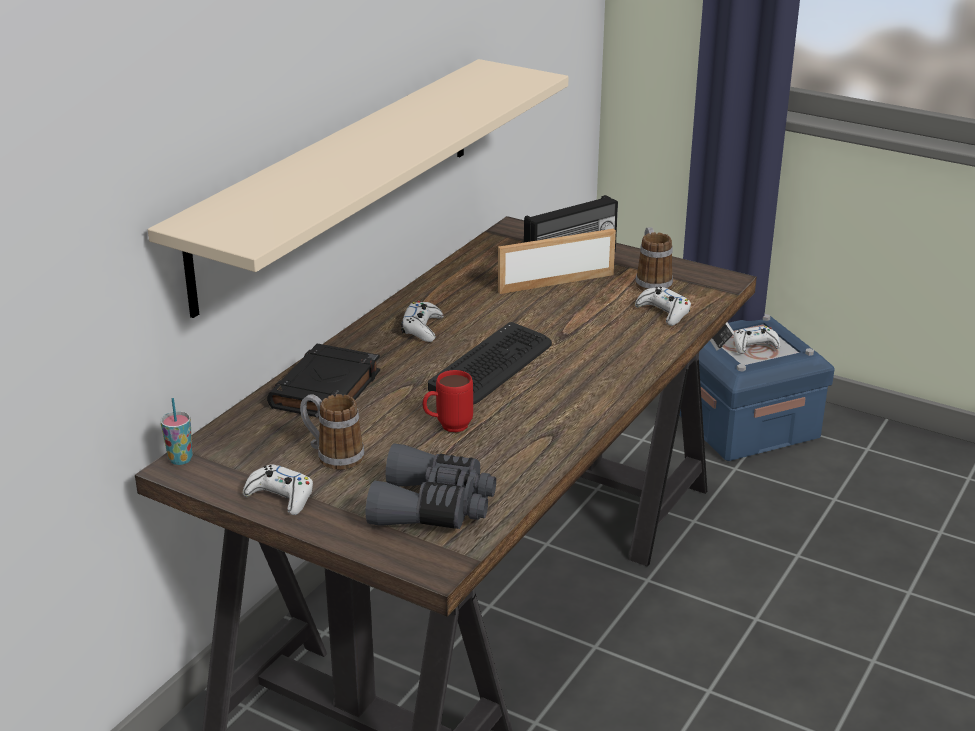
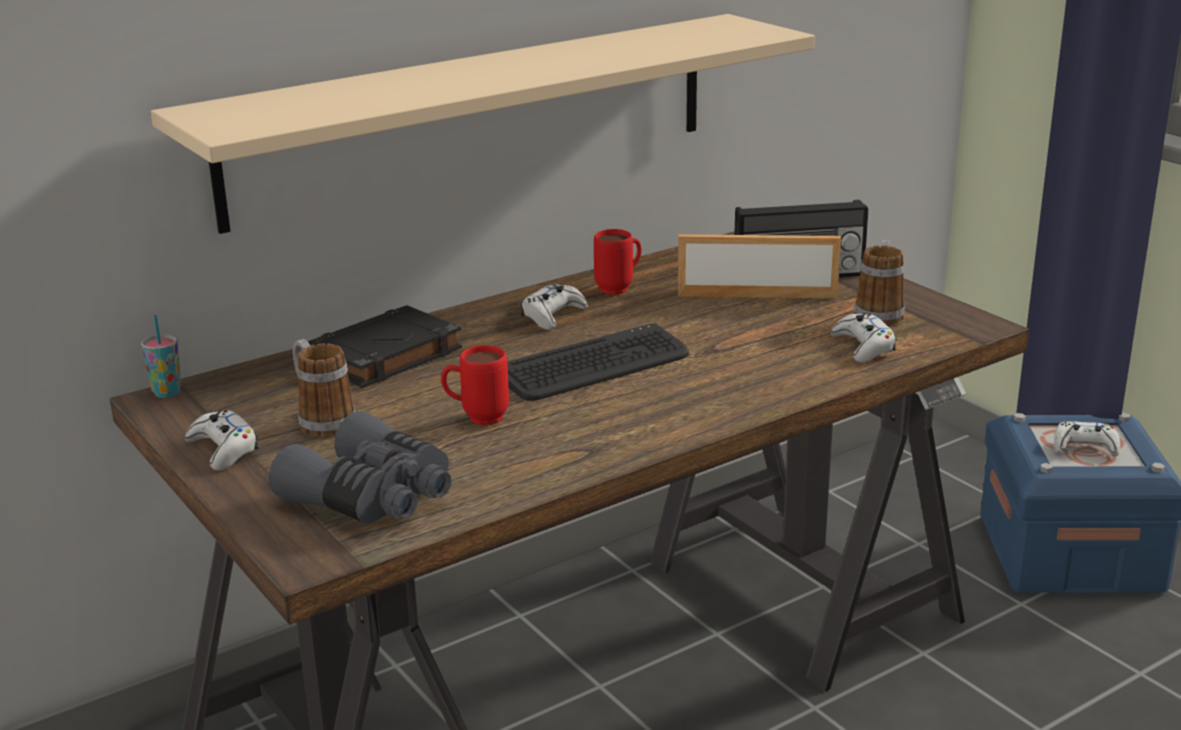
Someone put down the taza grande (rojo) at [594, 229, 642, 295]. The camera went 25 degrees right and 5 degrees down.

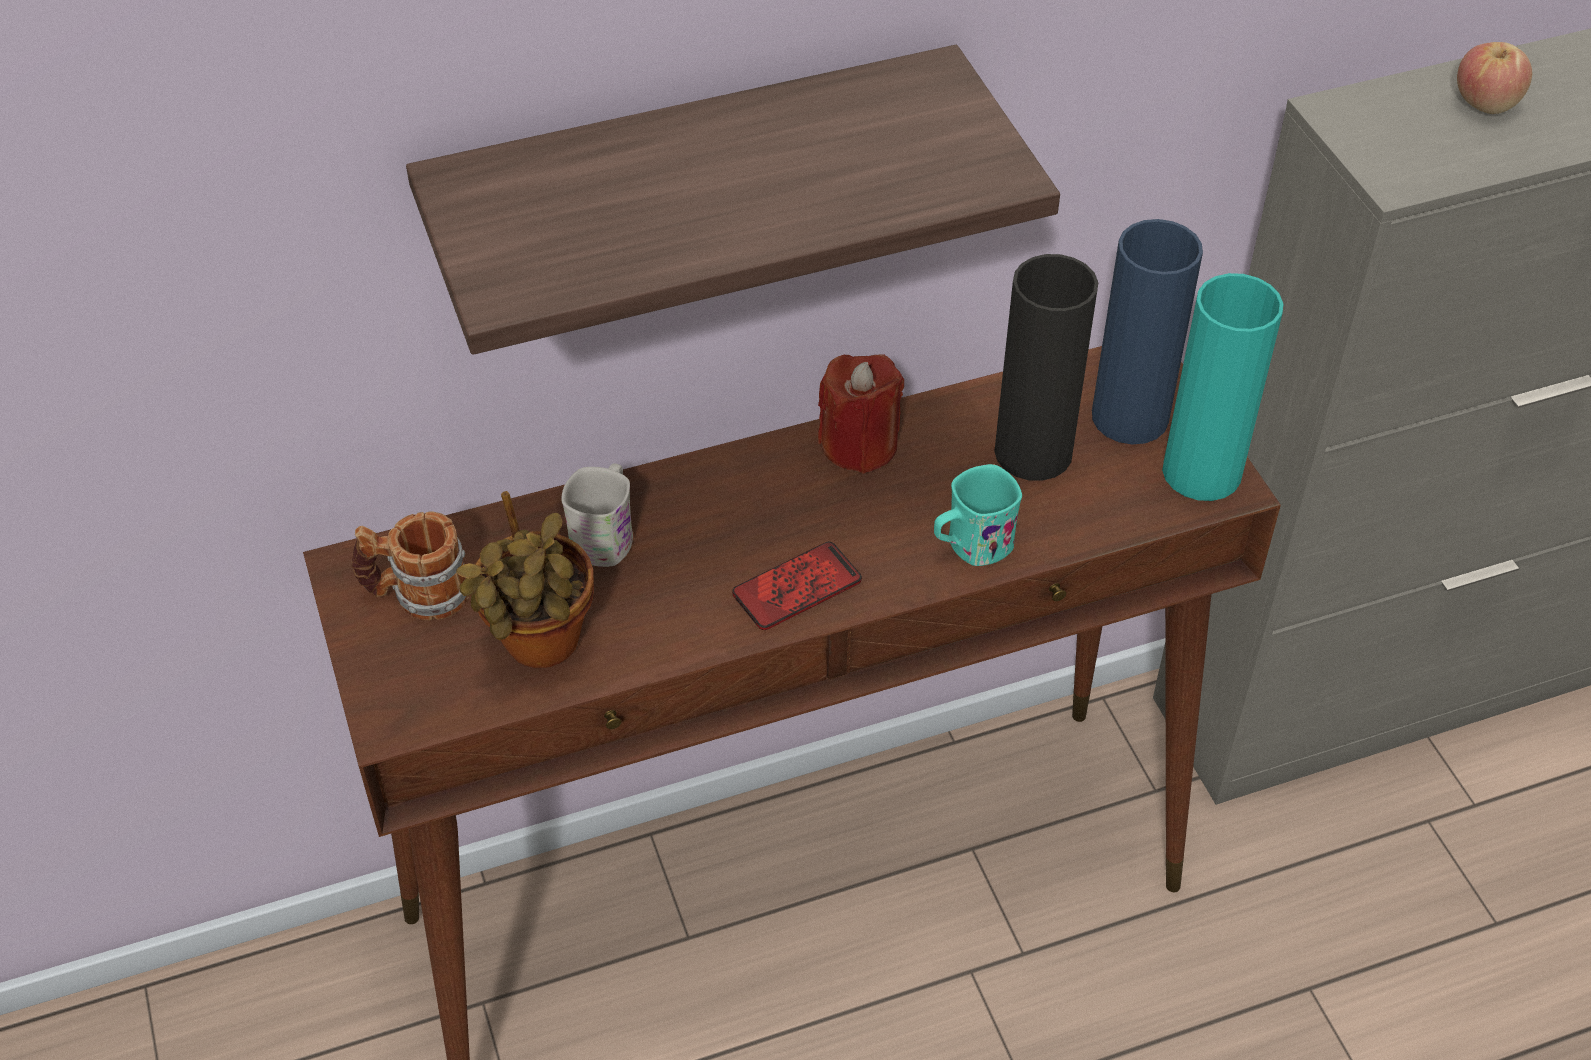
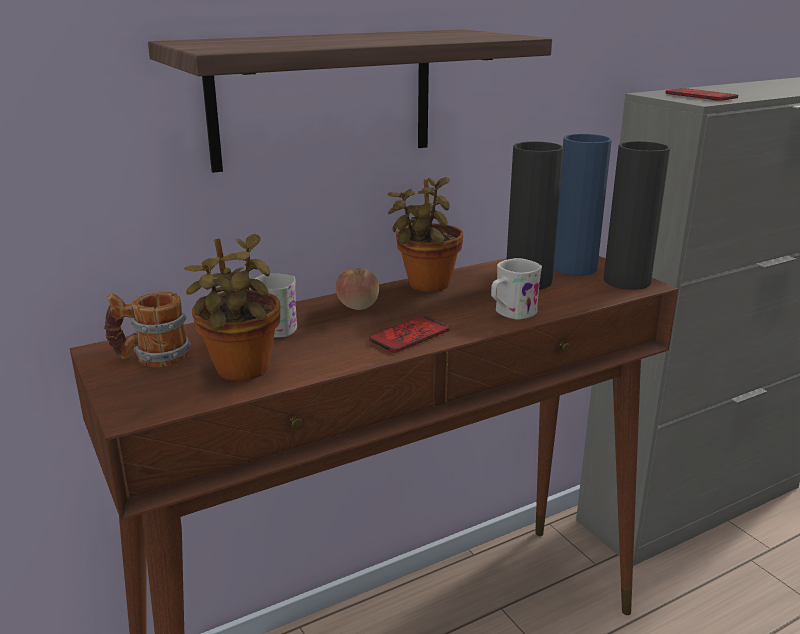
Someone carried the manzana from [1457, 42, 1532, 114] to [336, 268, 379, 310]. Someone repainted the florero (turquesa) at [1162, 273, 1283, 501], which became the florero (negro) at [603, 141, 670, 290]. Someone swapped the vela (rojo) at [818, 354, 904, 474] for the planta en maceta at [388, 177, 463, 292]. Someone repainted the taza grande (turquesa) at [934, 464, 1022, 566], which became the taza grande (blanco) at [491, 258, 542, 320]. Someone put down the móvil at [665, 88, 738, 101]. The camera went 10 degrees left and 25 degrees down.

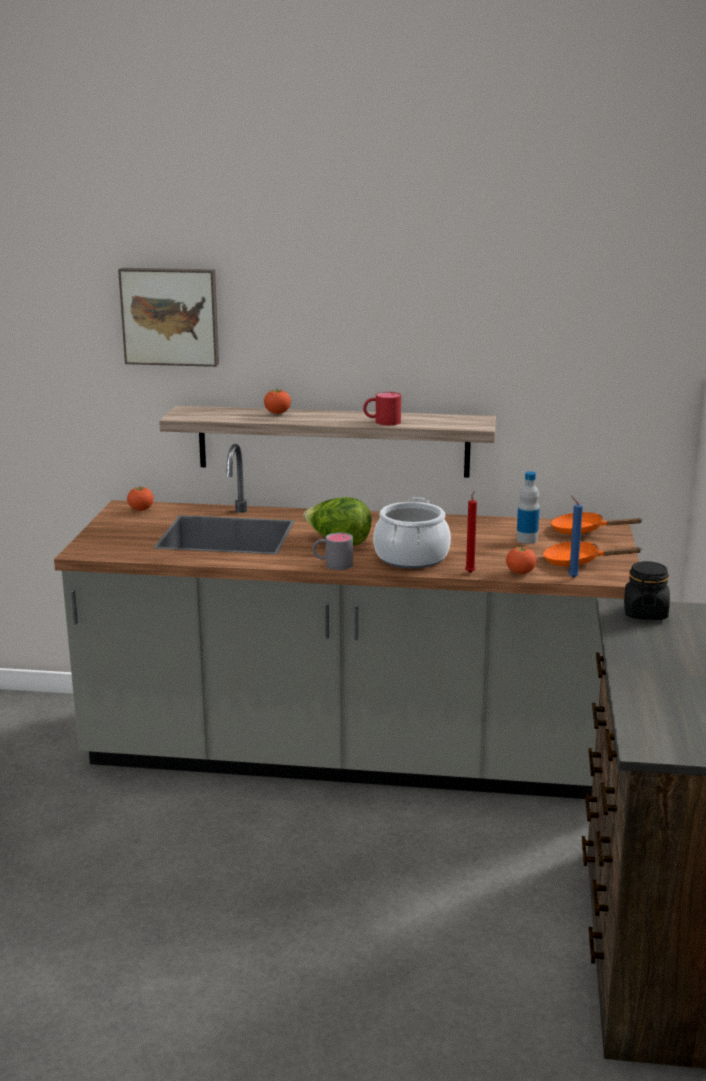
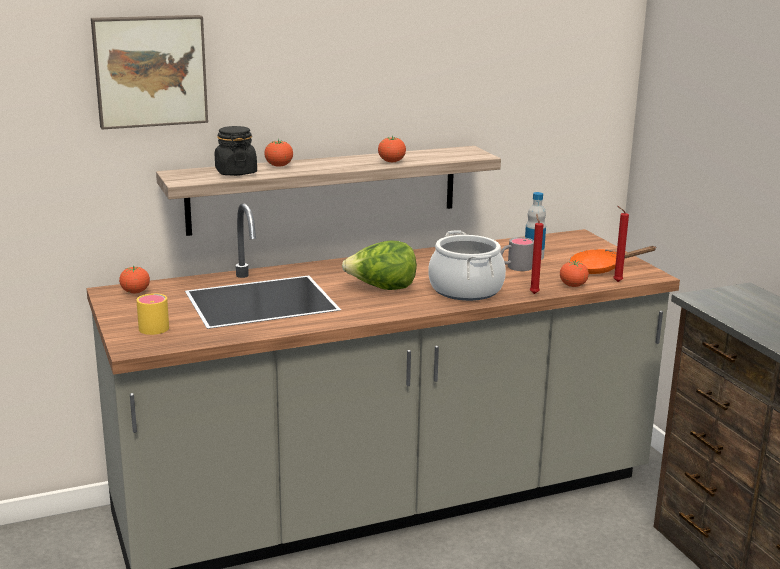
Someone swapped the taza grande (rojo) at [363, 392, 401, 425] for the tomate at [378, 135, 406, 162]. Someone repainted the vela (azul) at [568, 496, 583, 578], which became the vela (rojo) at [613, 206, 629, 282]. Someone took away the sartén (naranja) at [551, 512, 643, 534]. Someone carried the taza grande (gris) from [312, 532, 353, 570] to [500, 237, 534, 271]. Someone carried the tarro (negro) from [624, 561, 670, 620] to [215, 126, 257, 176]. Someone put down the taza grande (amarillo) at [136, 293, 169, 335]. The camera went 30 degrees left and 0 degrees up.

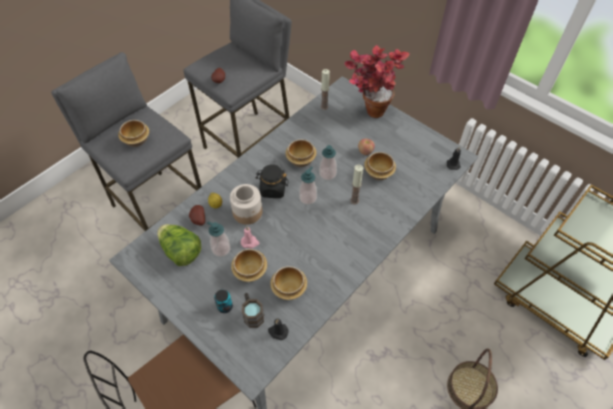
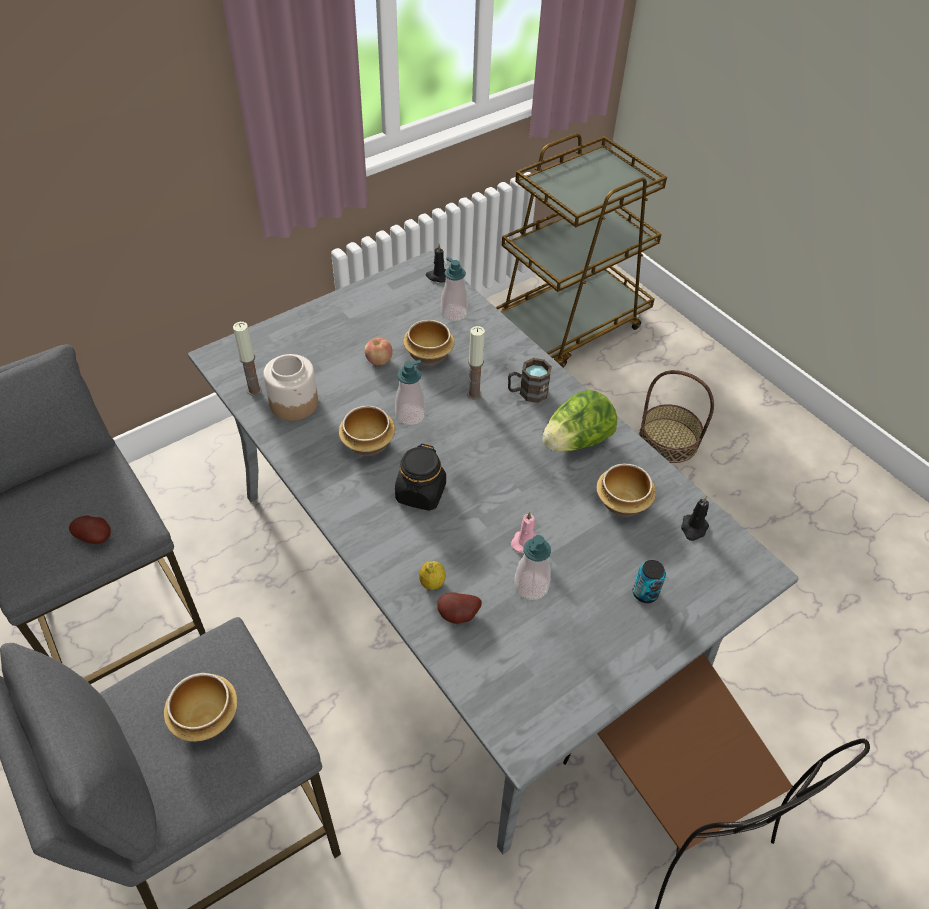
Someone took away the planta en maceta at [344, 45, 410, 118]. Someone carried the dispensador de jabón from [299, 166, 317, 205] to [441, 257, 468, 321]. Someone carried the tarro from [230, 184, 262, 225] to [263, 354, 318, 421]. Someone carried the lechuga from [157, 224, 201, 266] to [542, 390, 617, 452]. Someone took away the cuenco at [231, 249, 267, 282]. Someone carried the taza grande (marrón) from [242, 293, 264, 328] to [508, 358, 552, 403]. The camera went 80 degrees left and 5 degrees down.

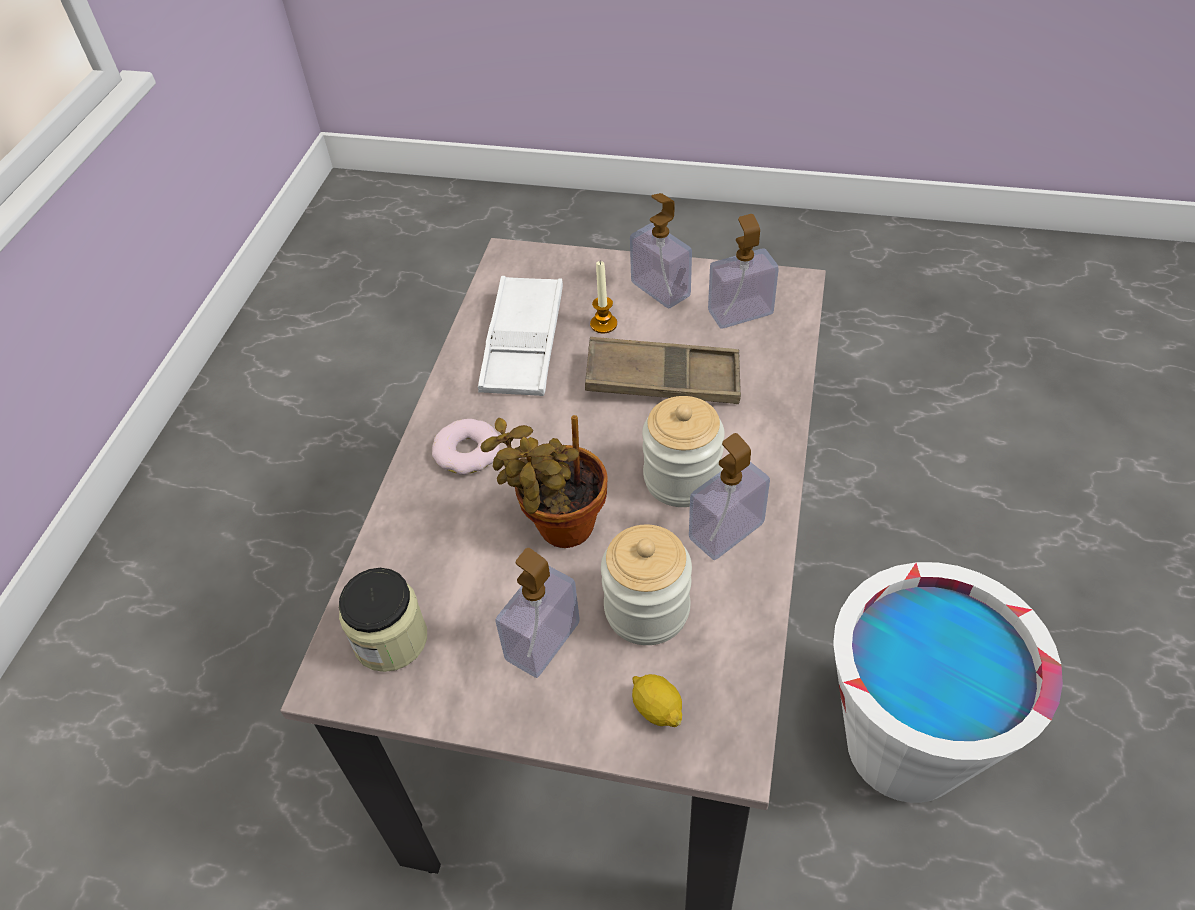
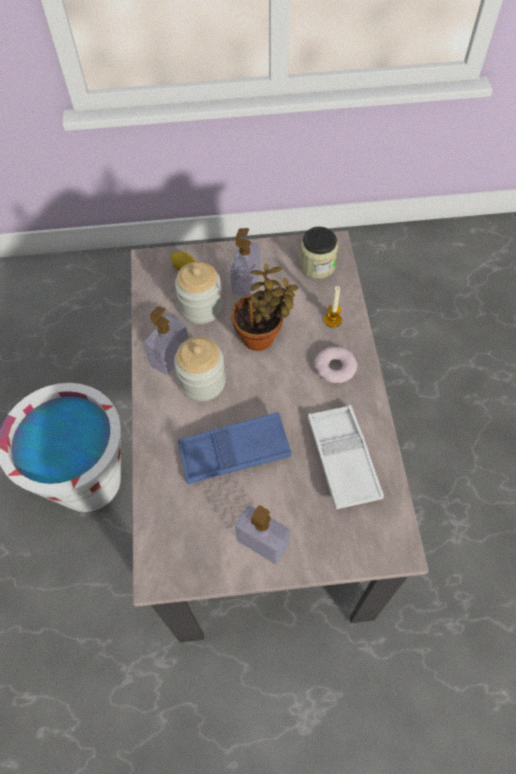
Someone took away the dispensador de jabón at [708, 214, 779, 329]. Someone carried the vela from [590, 261, 617, 333] to [324, 286, 342, 328]. Someone repainted the bandeja (marrón) at [585, 337, 741, 404], which became the bandeja (azul) at [178, 412, 291, 484]. The camera went 160 degrees right and 10 degrees up.

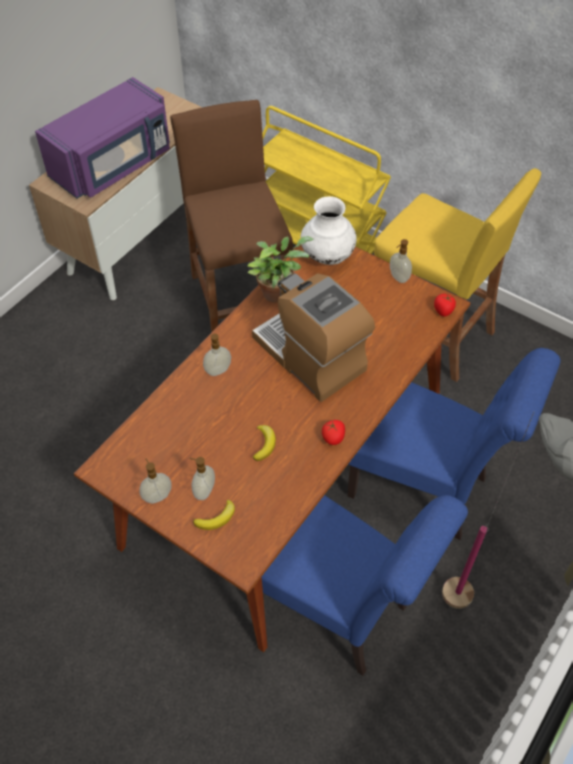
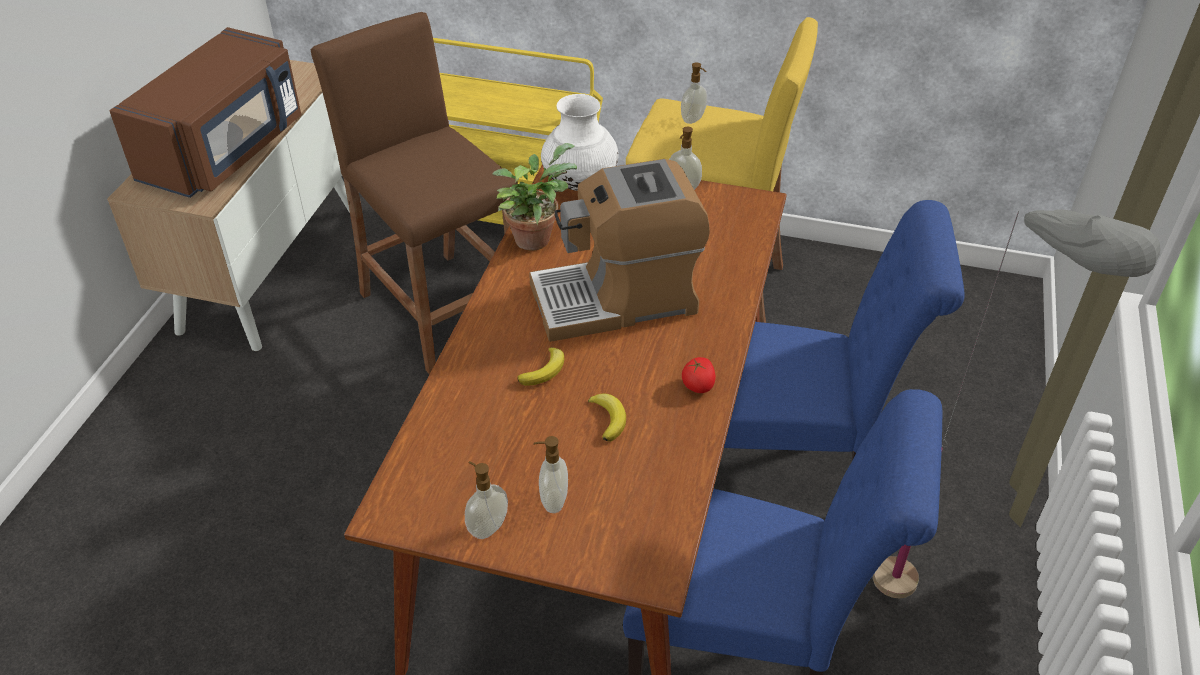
Someone repainted the microondas (morado) at [35, 77, 170, 199], which became the microondas (marrón) at [109, 27, 301, 198]. Someone rotated the cafetera at [252, 273, 375, 402] by 45 degrees counterclockwise. Someone took away the tomate at [434, 293, 456, 317]. Someone carried the dispensador de jabón from [203, 334, 231, 376] to [681, 62, 707, 124]. Someone carried the plátano from [193, 500, 235, 530] to [517, 347, 565, 386]. The camera went 20 degrees left and 10 degrees down.

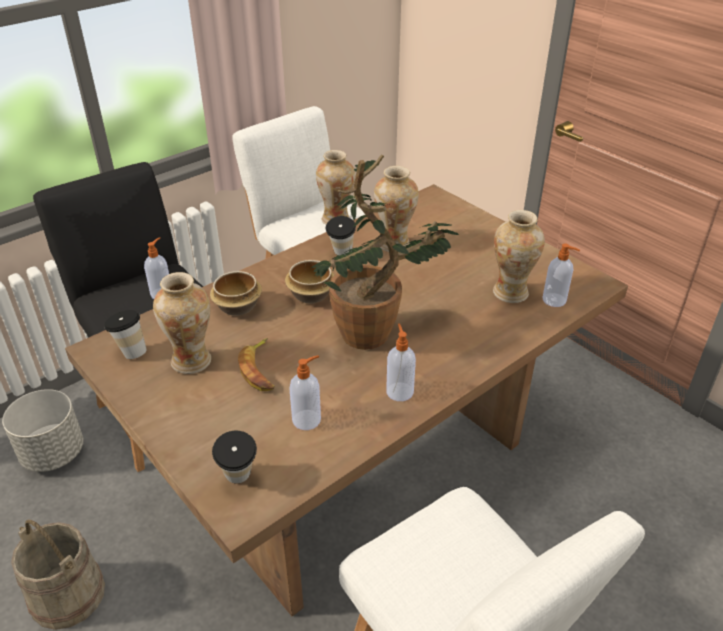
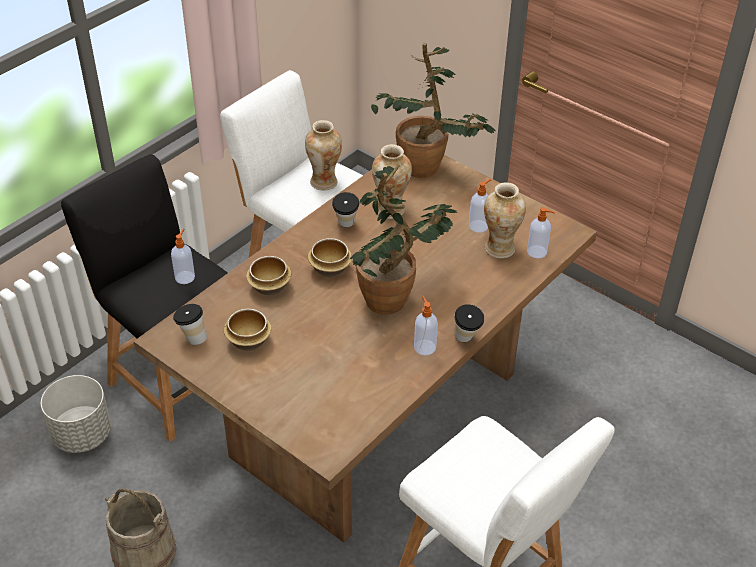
Someone swapped the florero at [153, 272, 211, 374] for the cuenco at [224, 309, 271, 351]. Someone took away the plátano at [238, 338, 274, 391]. Someone carried the dispensador de jabón from [289, 355, 321, 430] to [469, 179, 492, 233]. Someone carried the taza from [212, 431, 257, 484] to [455, 304, 484, 342]. Someone put down the planta en maceta at [371, 43, 496, 178]. The camera went 10 degrees left and 5 degrees up.

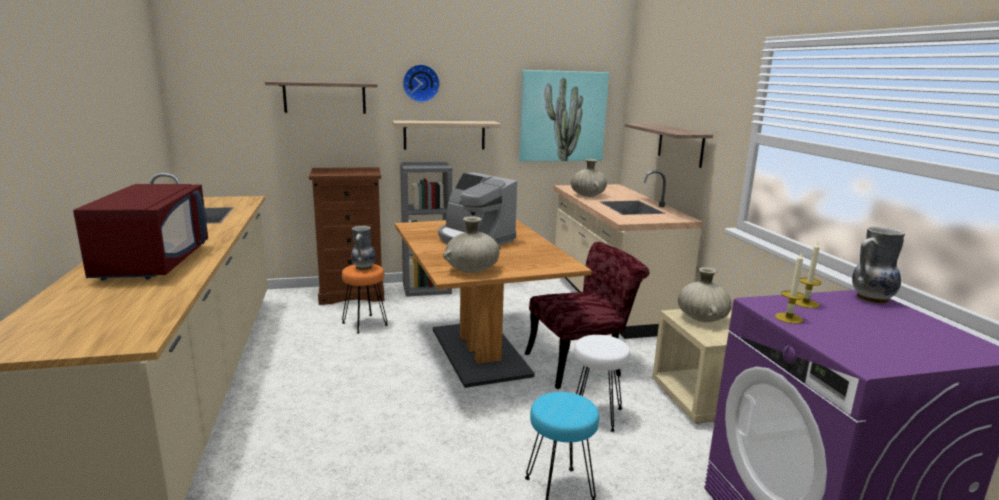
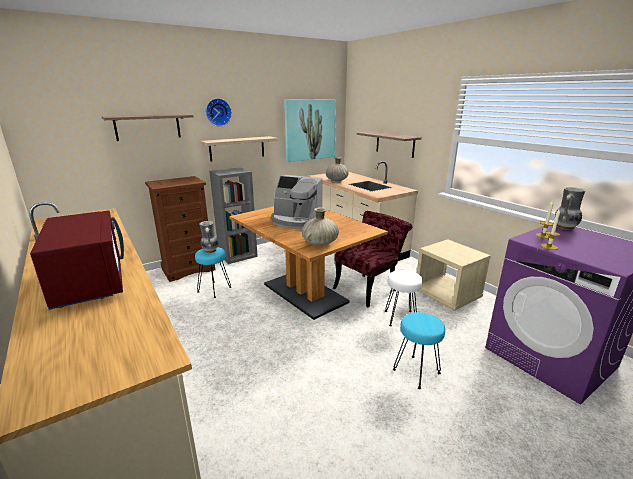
Someone repainted the taburete (naranja) at [342, 264, 388, 334], which became the taburete (turquesa) at [195, 247, 231, 298]. Someone took away the florero (beis) at [678, 267, 732, 322]. The camera went 20 degrees left and 5 degrees up.

